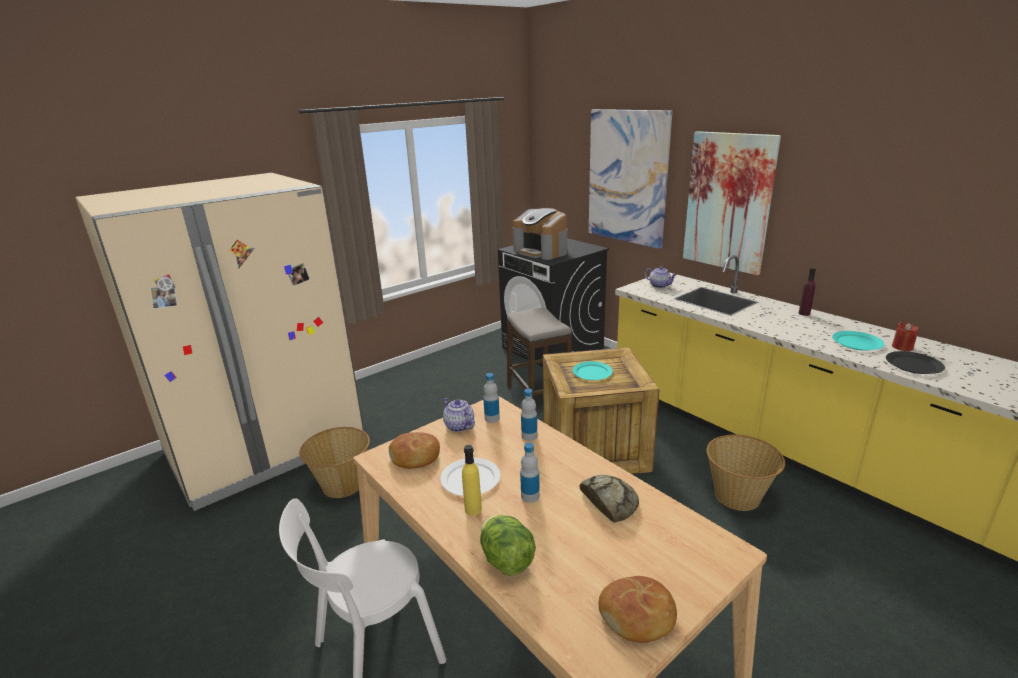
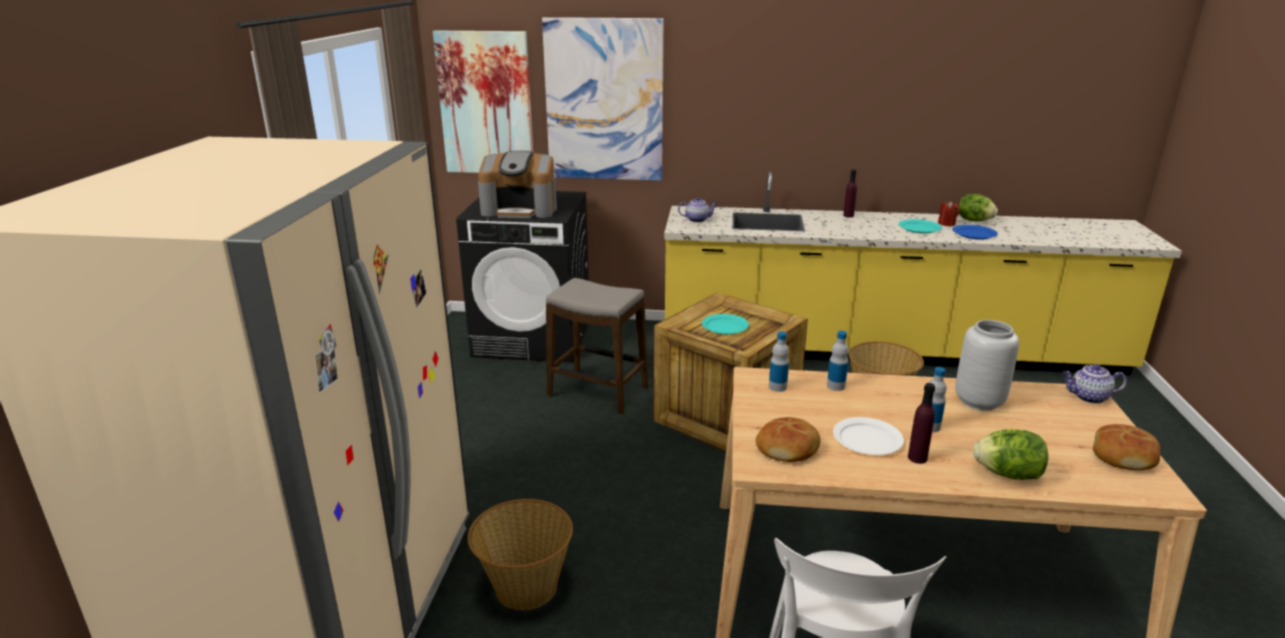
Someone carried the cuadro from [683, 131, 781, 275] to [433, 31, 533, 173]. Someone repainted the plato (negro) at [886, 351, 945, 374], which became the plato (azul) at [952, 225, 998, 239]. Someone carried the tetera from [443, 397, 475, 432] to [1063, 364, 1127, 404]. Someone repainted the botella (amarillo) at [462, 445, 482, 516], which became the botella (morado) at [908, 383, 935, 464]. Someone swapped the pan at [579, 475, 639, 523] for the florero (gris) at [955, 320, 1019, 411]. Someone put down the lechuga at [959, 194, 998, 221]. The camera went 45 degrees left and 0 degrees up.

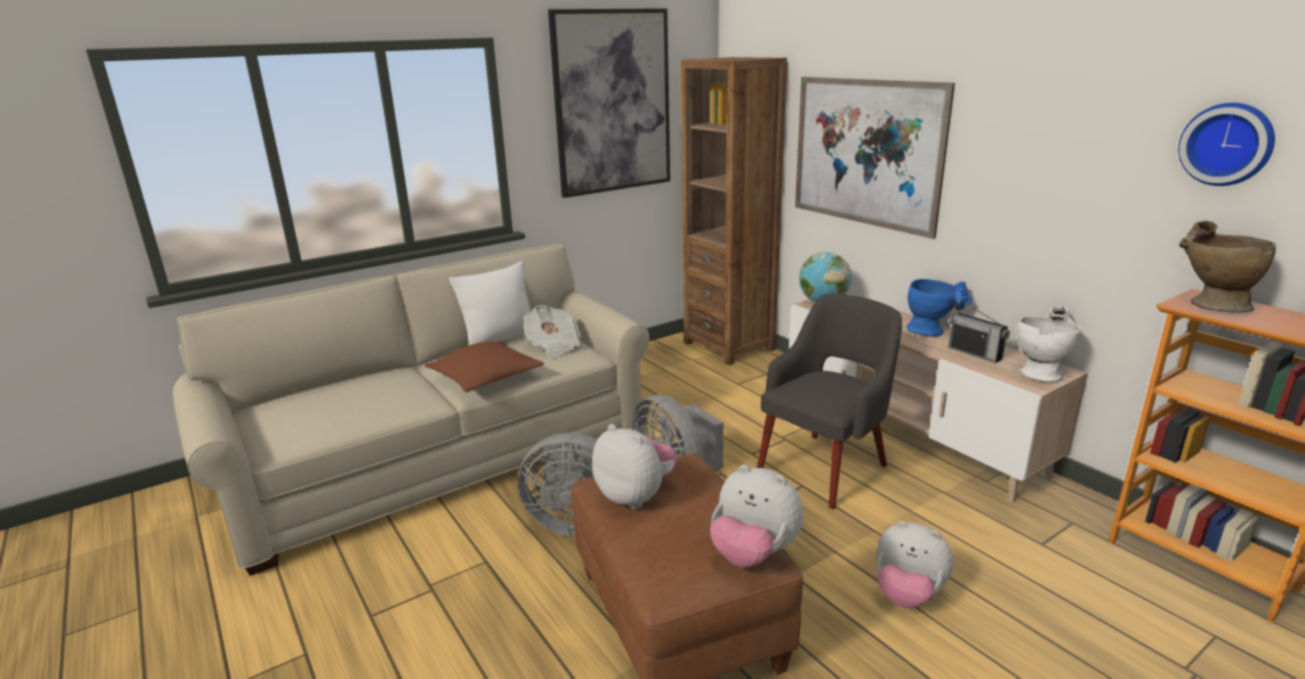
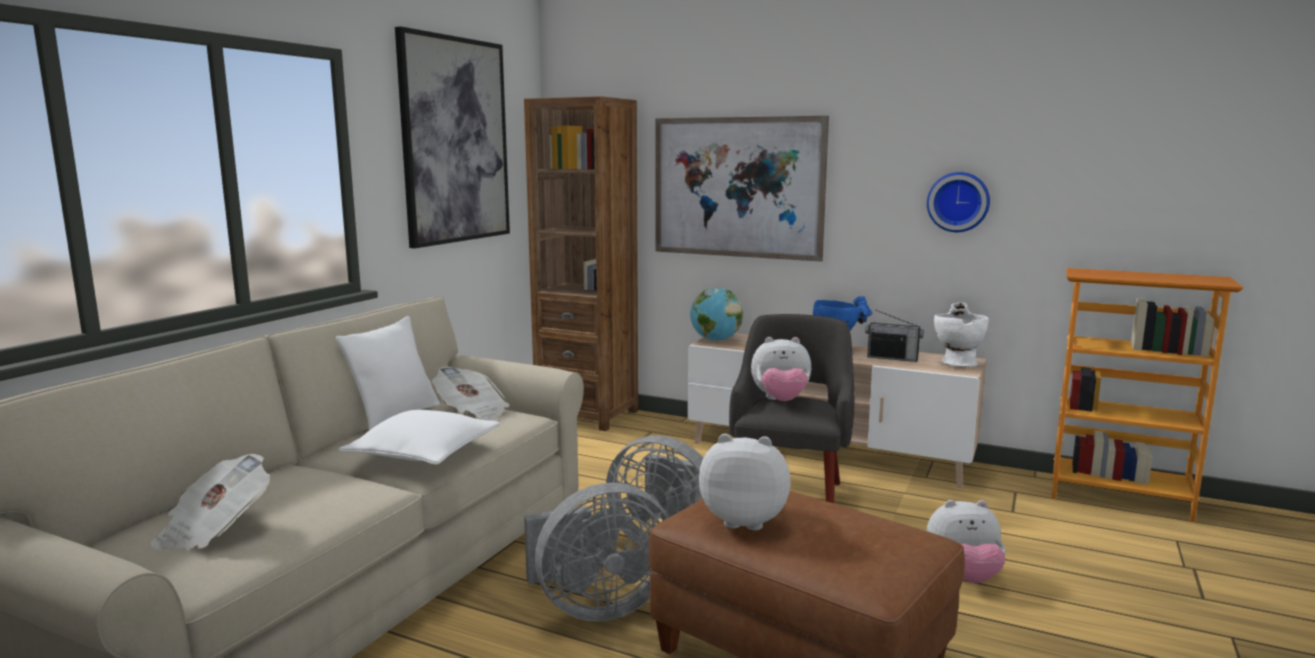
Someone carried the reloj de pared from [1178, 103, 1275, 186] to [927, 172, 990, 232]. Someone took away the florero (beis) at [1179, 221, 1276, 313]. Someone repainted the cojín (marrón) at [424, 340, 544, 392], which became the cojín (blanco) at [339, 410, 501, 465]. Someone carried the peluche from [710, 465, 803, 567] to [751, 337, 811, 401]. Someone put down the periódico at [150, 454, 270, 550]. The camera went 30 degrees left and 10 degrees down.

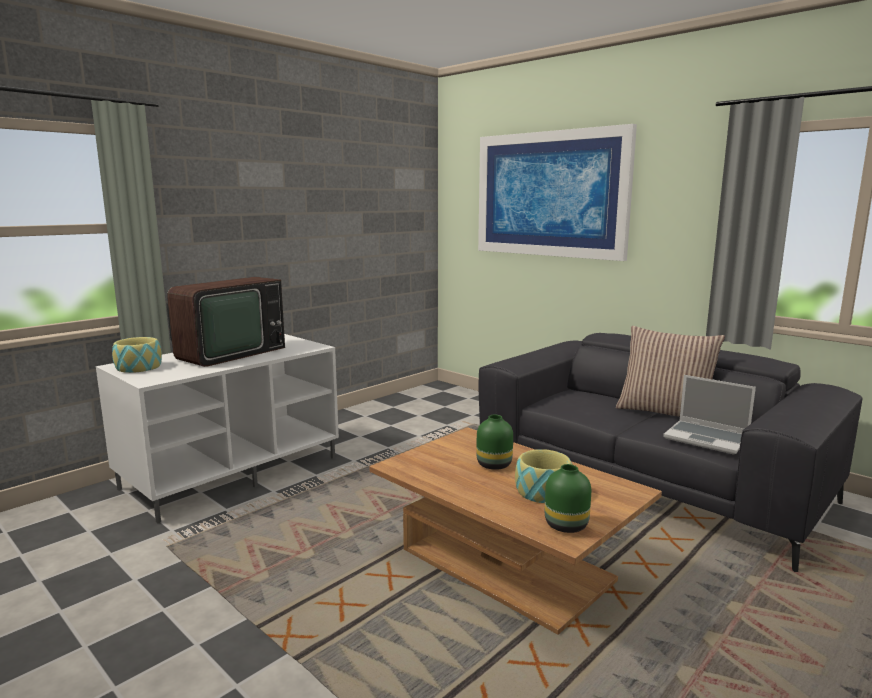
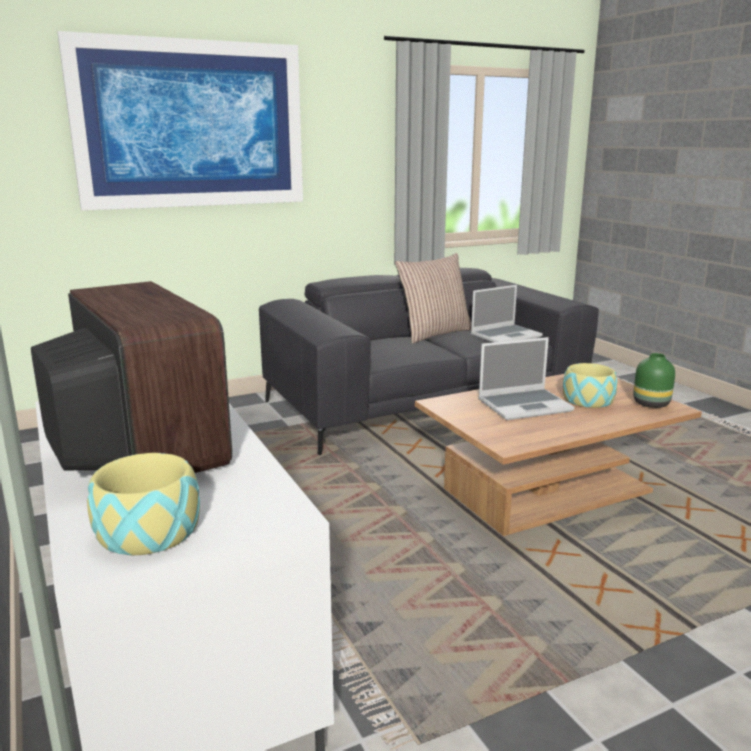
Someone swapped the florero (verde) at [476, 415, 513, 470] for the portátil at [478, 337, 574, 420]. The camera went 70 degrees left and 5 degrees up.

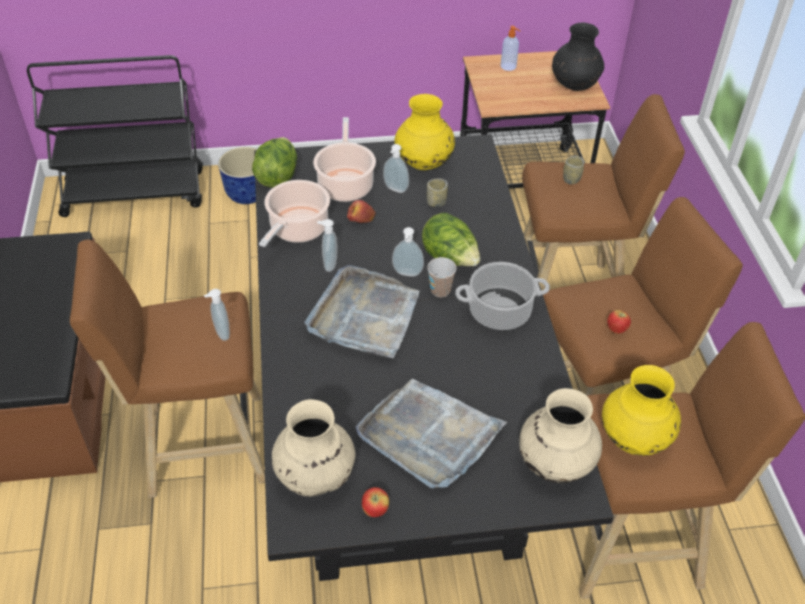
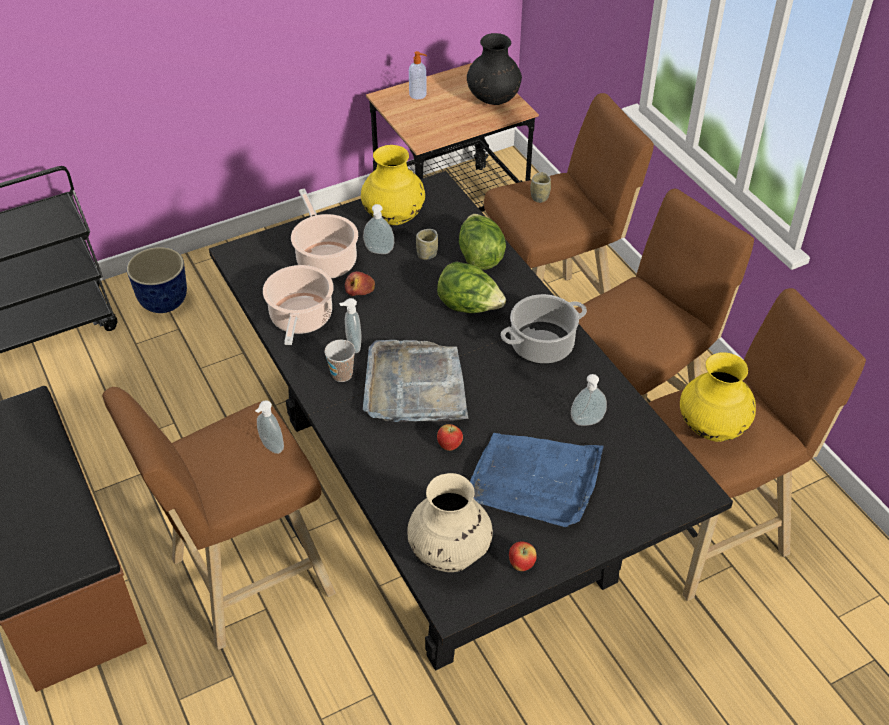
Someone carried the lechuga from [252, 137, 297, 187] to [459, 214, 506, 270]. Someone carried the dispensador de jabón from [392, 227, 424, 277] to [571, 374, 607, 426]. Someone carried the taza from [427, 257, 457, 297] to [324, 340, 355, 382]. Someone carried the manzana from [607, 310, 631, 334] to [437, 424, 463, 451]. Someone repainted the bandeja (gris) at [356, 379, 507, 488], which became the bandeja (azul) at [470, 433, 604, 527]. Someone took away the florero (beis) at [519, 388, 602, 483]. The camera went 20 degrees left and 0 degrees up.

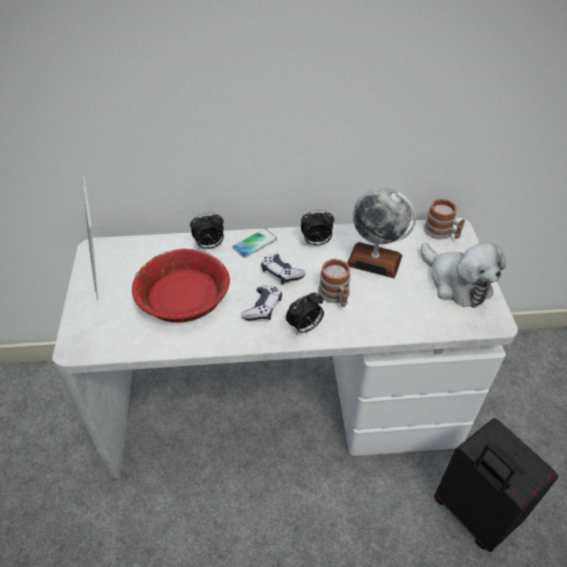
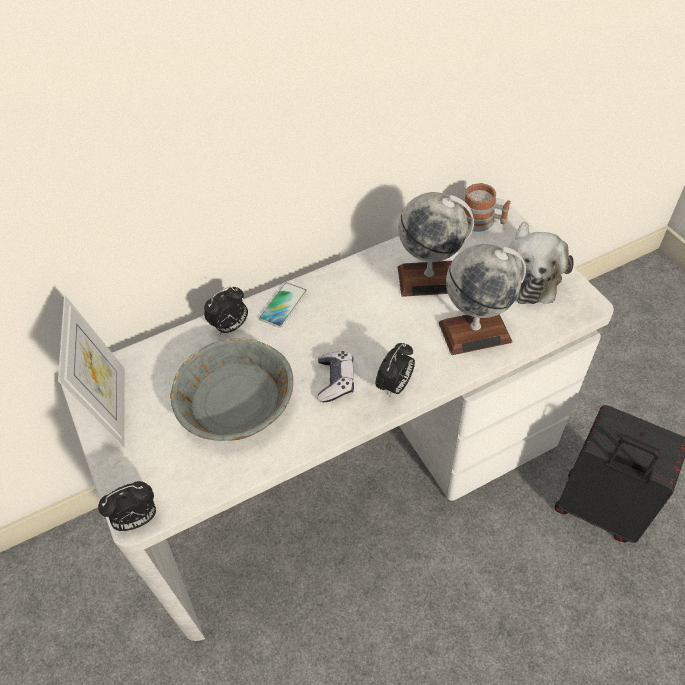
Someone rotated the portarretratos at [83, 177, 98, 300] by 150 degrees counterclockwise. Someone carried the despertador from [301, 210, 334, 246] to [98, 481, 156, 531]. Someone rotated the peluche at [421, 242, 506, 308] by 60 degrees clockwise. Someone repainted the cuenco (rojo) at [132, 249, 230, 323], which became the cuenco (gris) at [170, 338, 293, 441]. Someone took away the mando de consola at [261, 253, 306, 284]. Someone took away the taza grande at [318, 259, 351, 307]. Someone put down the globo terráqueo at [439, 244, 526, 355]. The camera went 20 degrees left and 5 degrees up.

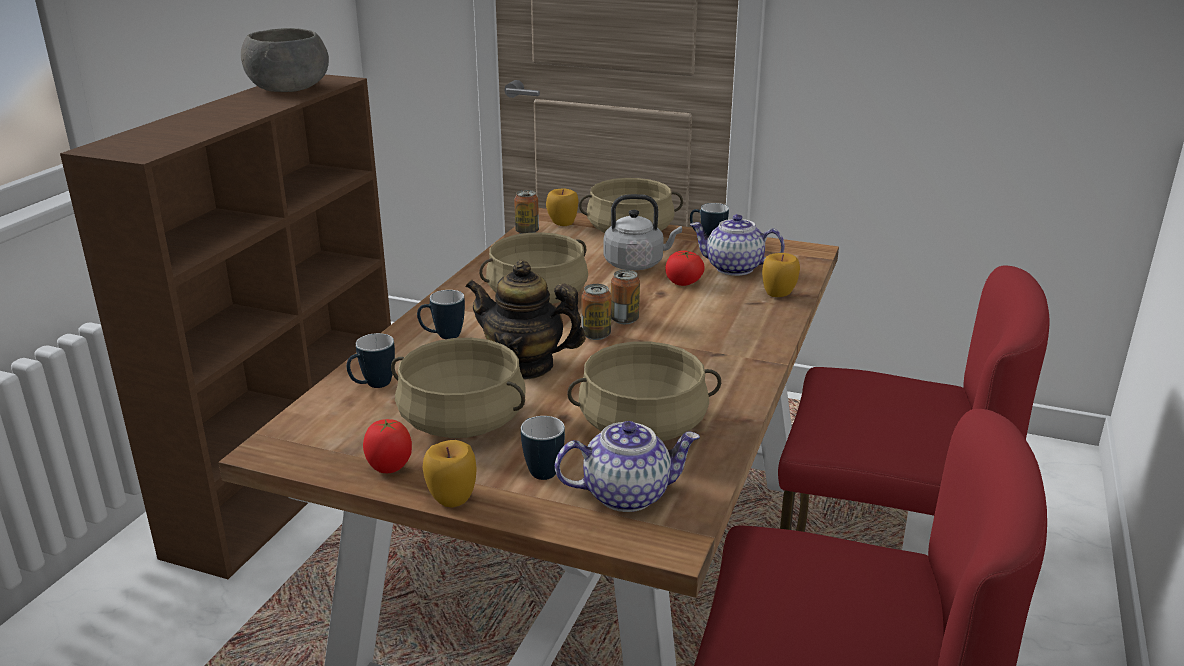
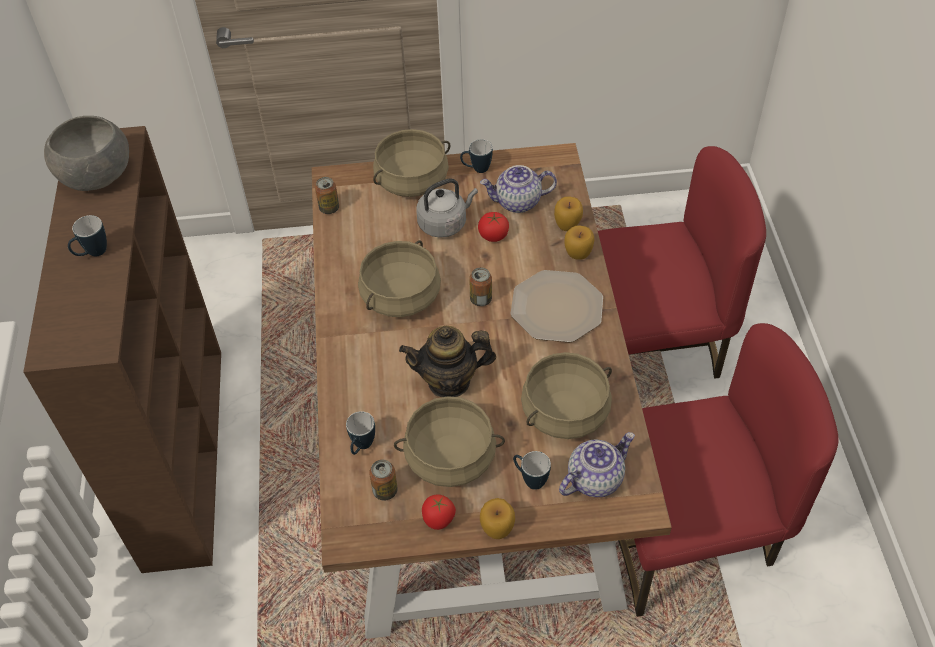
Someone carried the manzana from [546, 188, 579, 226] to [564, 225, 594, 260]. Someone carried the lata from [582, 284, 611, 340] to [369, 459, 398, 500]. Someone carried the taza grande from [417, 290, 465, 339] to [68, 215, 107, 256]. Someone put down the plato at [510, 270, 603, 343]. The camera went 25 degrees left and 25 degrees up.

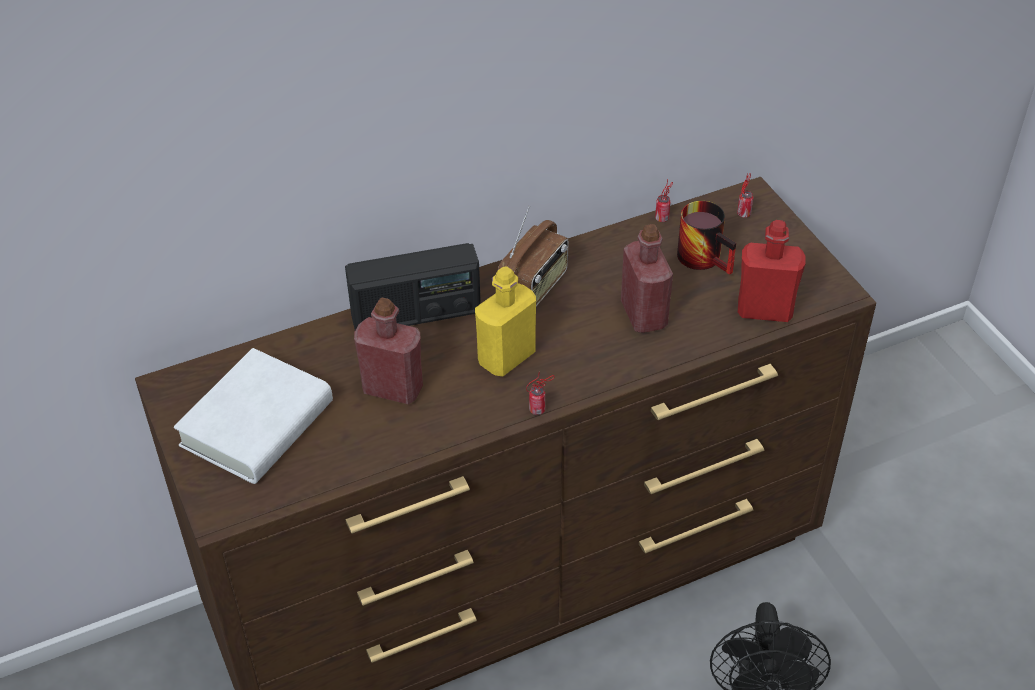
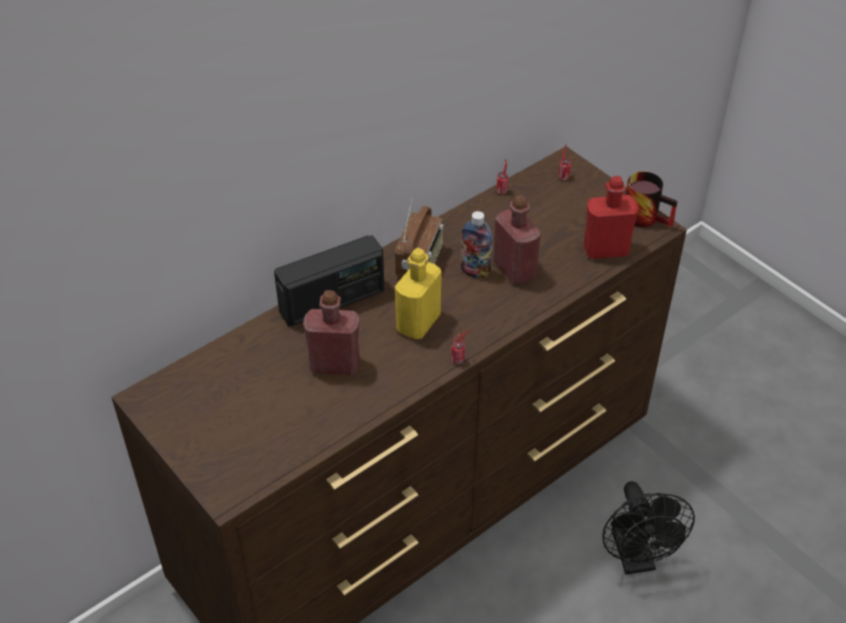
Someone carried the taza grande from [677, 201, 736, 275] to [625, 171, 678, 228]. Someone took away the libro (blanco) at [174, 348, 333, 484]. Someone put down the botella at [460, 211, 493, 278]. The camera went 15 degrees left and 0 degrees up.

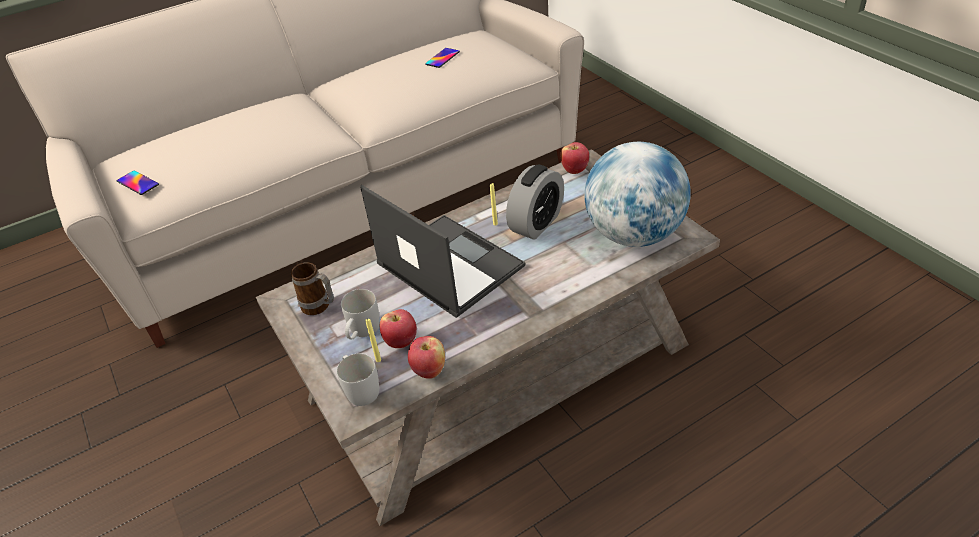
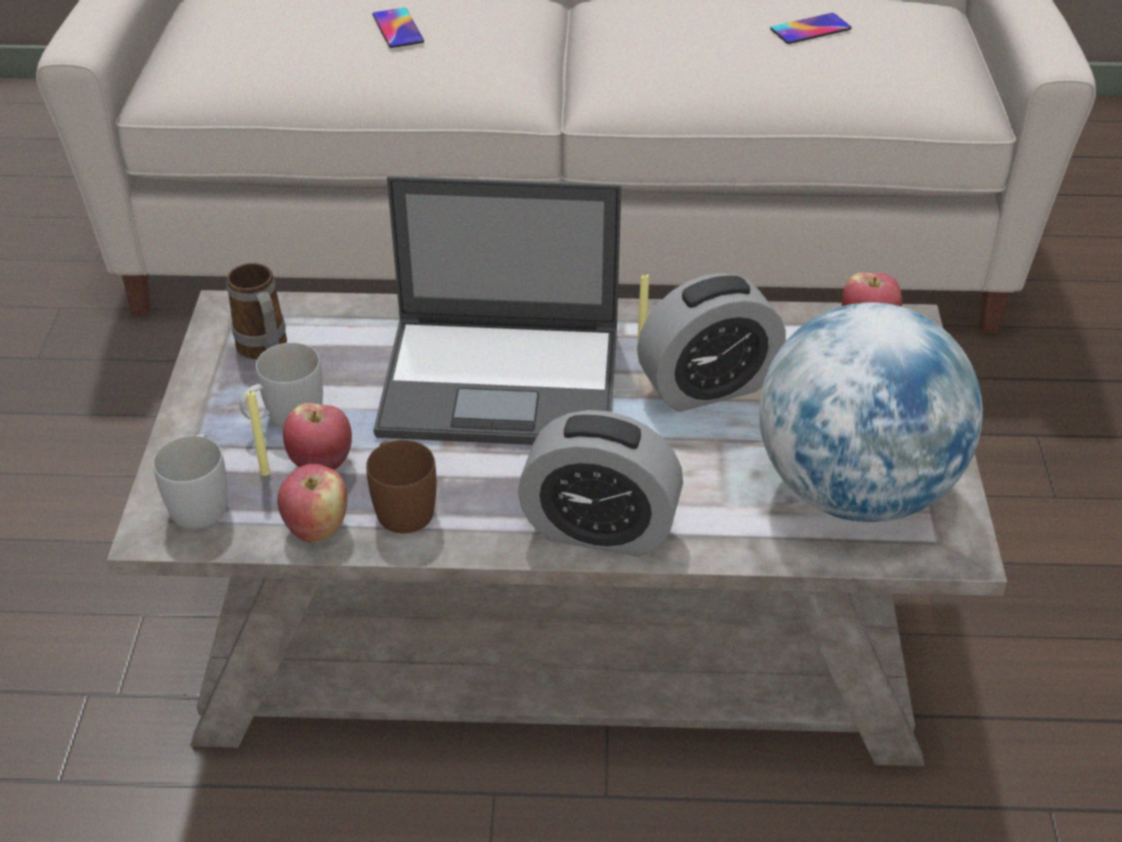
Someone carried the móvil from [117, 171, 159, 195] to [372, 8, 424, 48]. Someone rotated the portátil at [360, 185, 526, 318] by 105 degrees clockwise. Someone put down the despertador at [518, 410, 683, 557]. Someone put down the taza grande (marrón) at [366, 440, 436, 533]. The camera went 30 degrees right and 0 degrees up.

